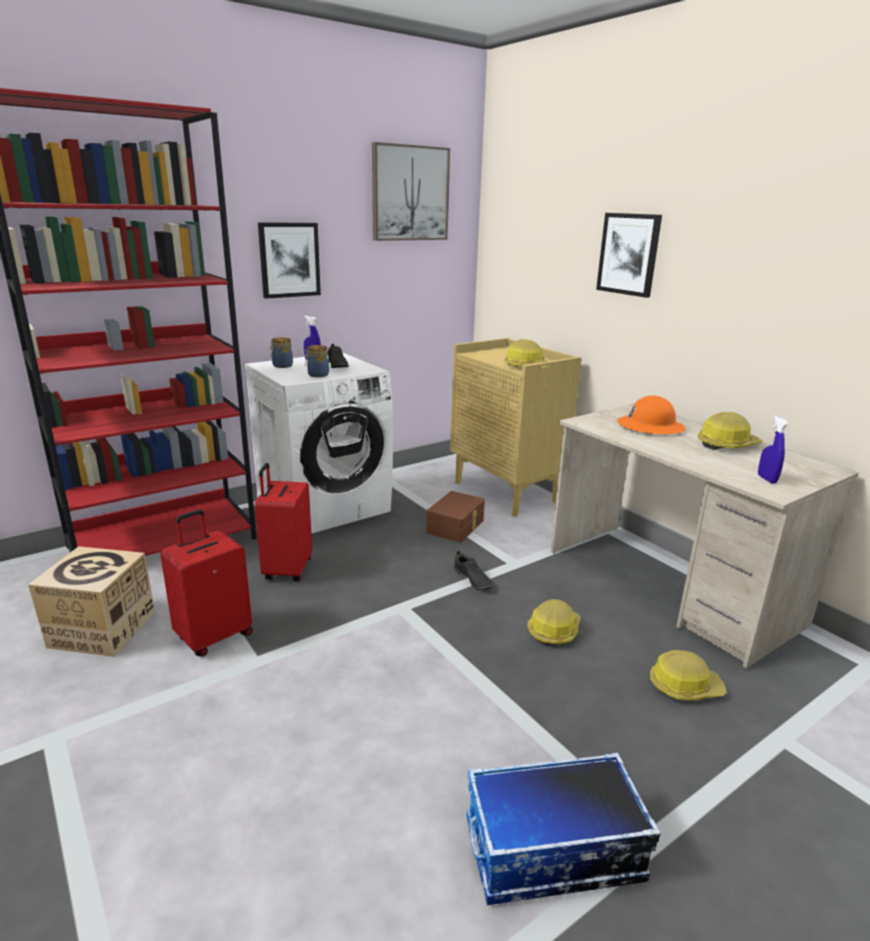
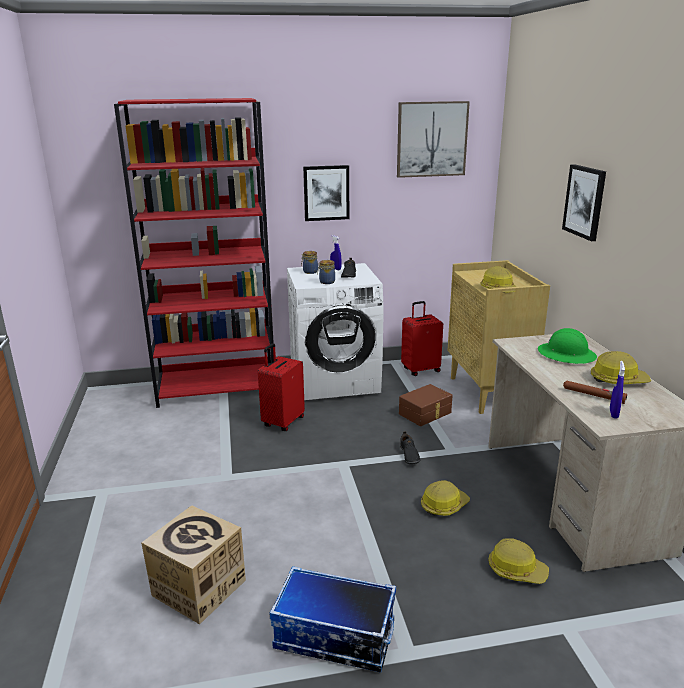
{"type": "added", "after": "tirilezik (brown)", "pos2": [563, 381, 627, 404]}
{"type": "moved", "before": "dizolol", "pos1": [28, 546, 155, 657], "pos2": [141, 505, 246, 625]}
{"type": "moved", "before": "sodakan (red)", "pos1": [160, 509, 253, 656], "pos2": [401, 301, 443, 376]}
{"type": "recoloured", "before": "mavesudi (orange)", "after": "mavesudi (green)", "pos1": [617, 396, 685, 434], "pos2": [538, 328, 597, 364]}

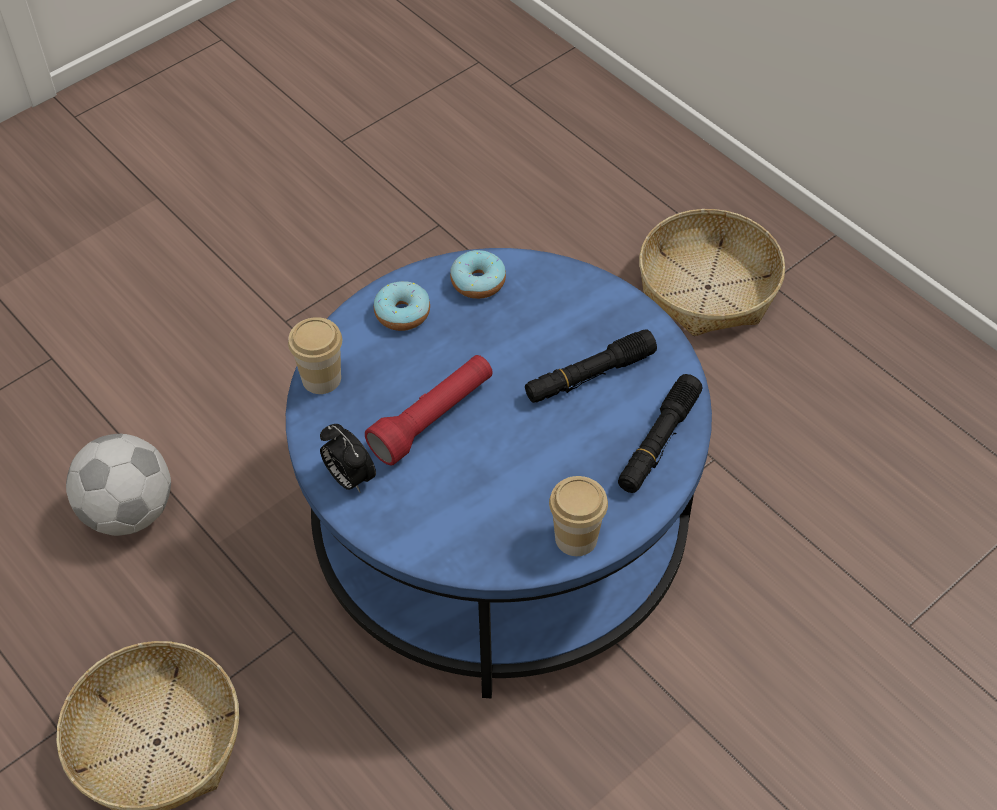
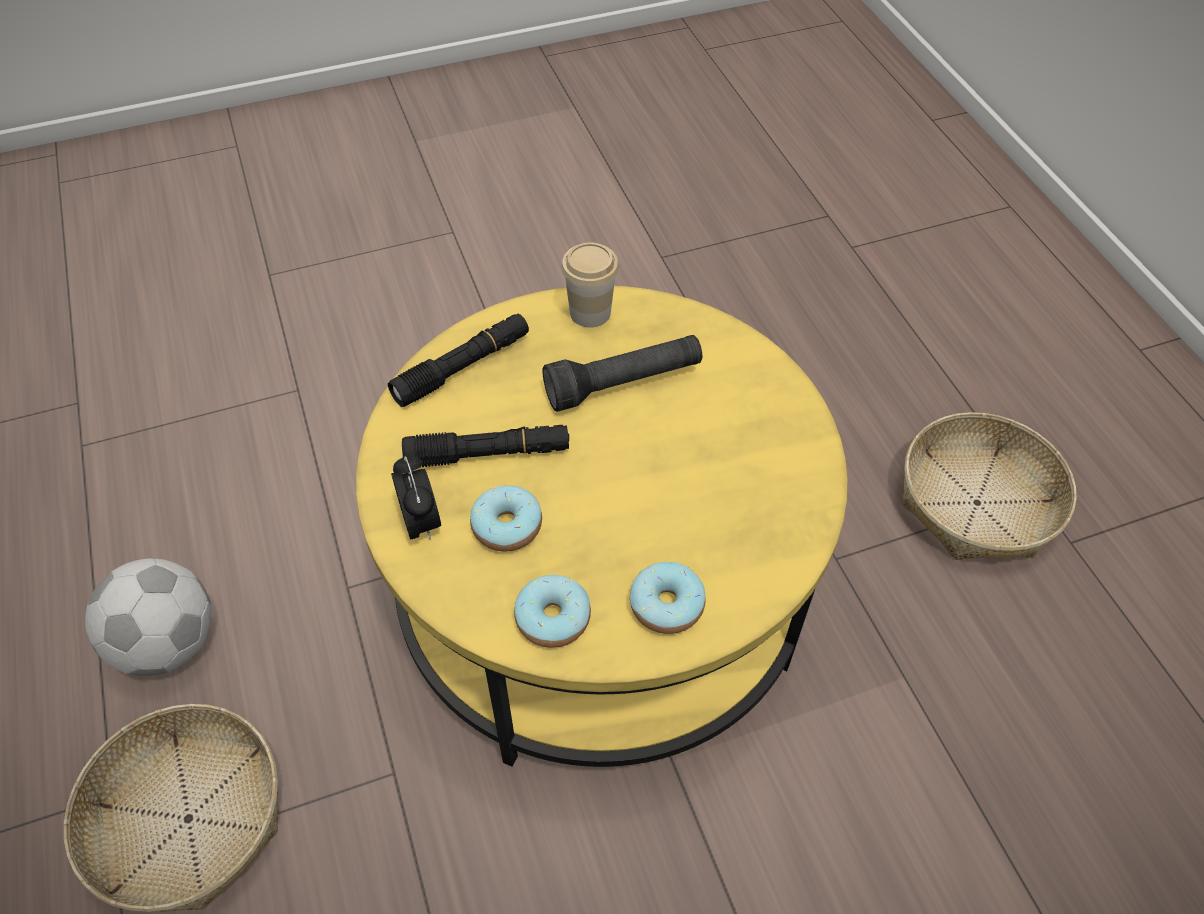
{"type": "removed", "before": "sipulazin", "pos1": [288, 317, 342, 394]}
{"type": "removed", "before": "tirilezik (red)", "pos1": [365, 355, 493, 466]}
{"type": "added", "after": "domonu", "pos2": [470, 485, 542, 551]}
{"type": "added", "after": "tirilezik (black)", "pos2": [542, 335, 702, 412]}
{"type": "moved", "before": "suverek", "pos1": [66, 434, 171, 536], "pos2": [85, 558, 212, 676]}
{"type": "moved", "before": "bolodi", "pos1": [320, 424, 376, 493], "pos2": [391, 456, 441, 540]}
{"type": "recoloured", "before": "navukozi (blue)", "after": "navukozi (yellow)", "pos1": [286, 248, 712, 698], "pos2": [356, 286, 848, 767]}

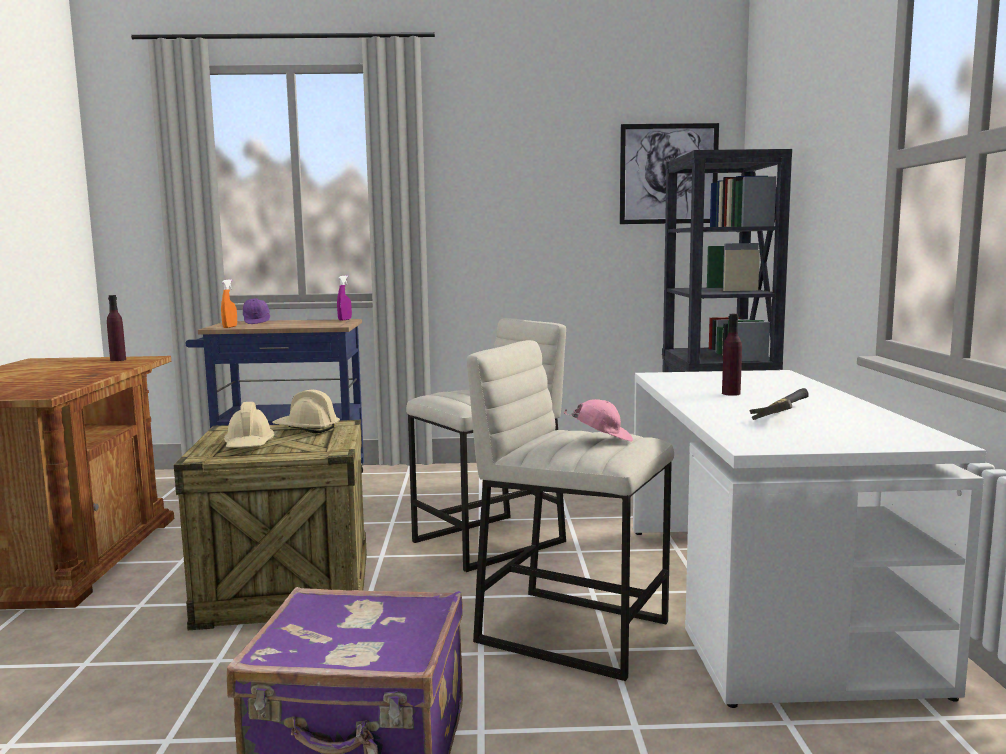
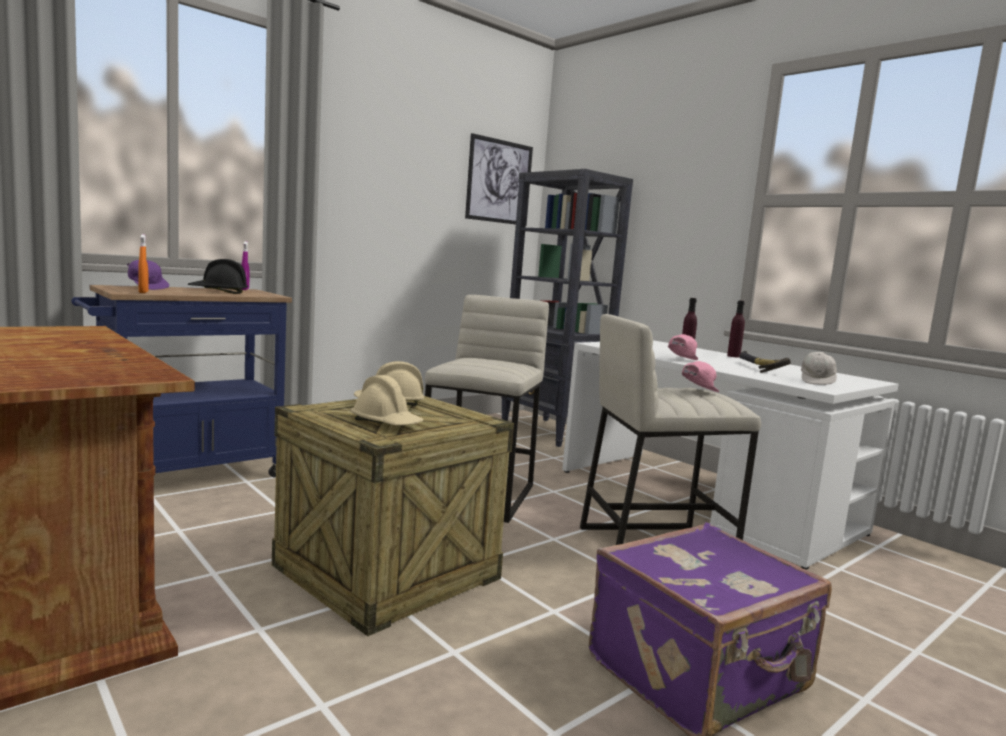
{"type": "added", "after": "mavesudi (black)", "pos2": [188, 259, 248, 294]}
{"type": "added", "after": "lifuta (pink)", "pos2": [668, 334, 698, 360]}
{"type": "added", "after": "lifuta (white)", "pos2": [801, 352, 837, 385]}
{"type": "moved", "before": "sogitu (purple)", "pos1": [107, 295, 126, 361], "pos2": [727, 300, 745, 358]}

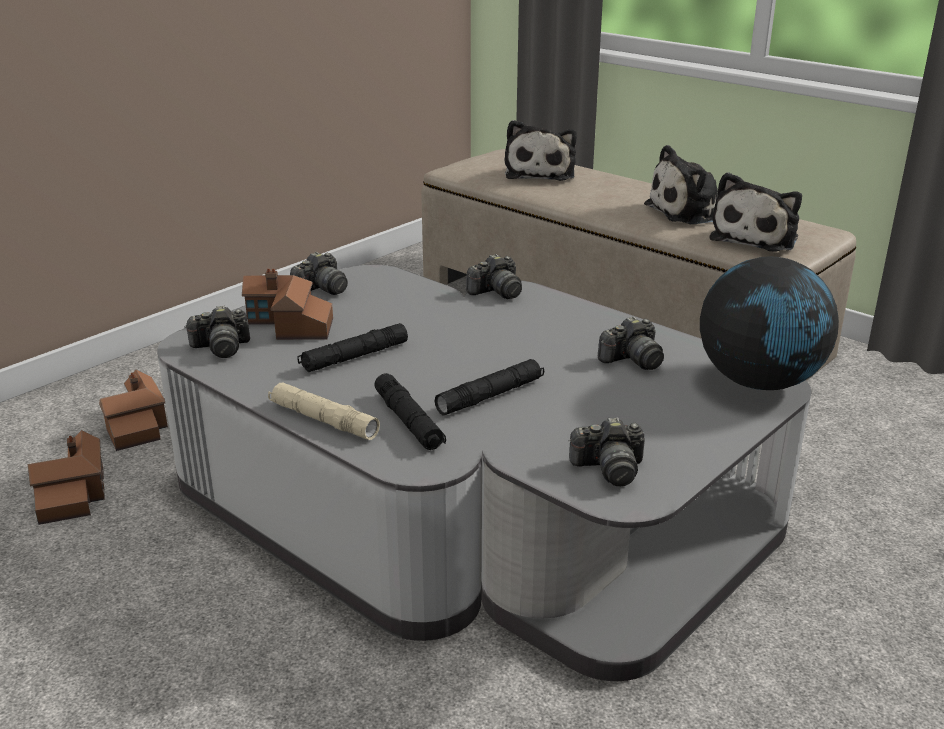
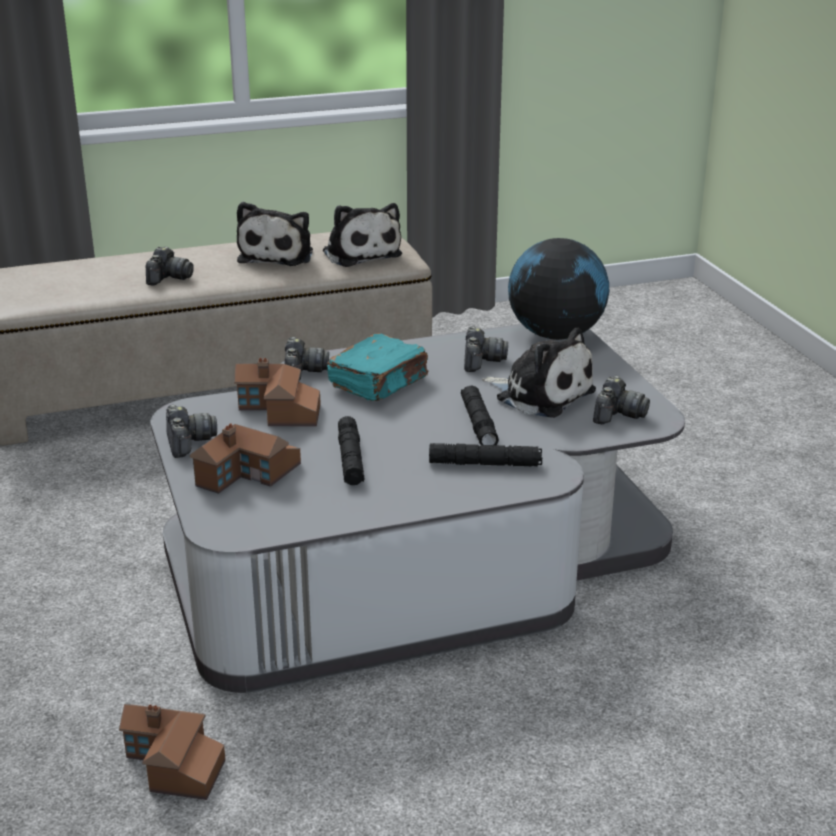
{"type": "removed", "before": "tirilezik (beige)", "pos1": [268, 382, 380, 440]}
{"type": "added", "after": "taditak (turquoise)", "pos2": [327, 333, 429, 401]}
{"type": "moved", "before": "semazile", "pos1": [99, 370, 168, 451], "pos2": [234, 358, 321, 427]}
{"type": "moved", "before": "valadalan", "pos1": [184, 305, 250, 358], "pos2": [146, 247, 194, 285]}
{"type": "moved", "before": "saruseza", "pos1": [504, 120, 577, 181], "pos2": [482, 328, 596, 418]}

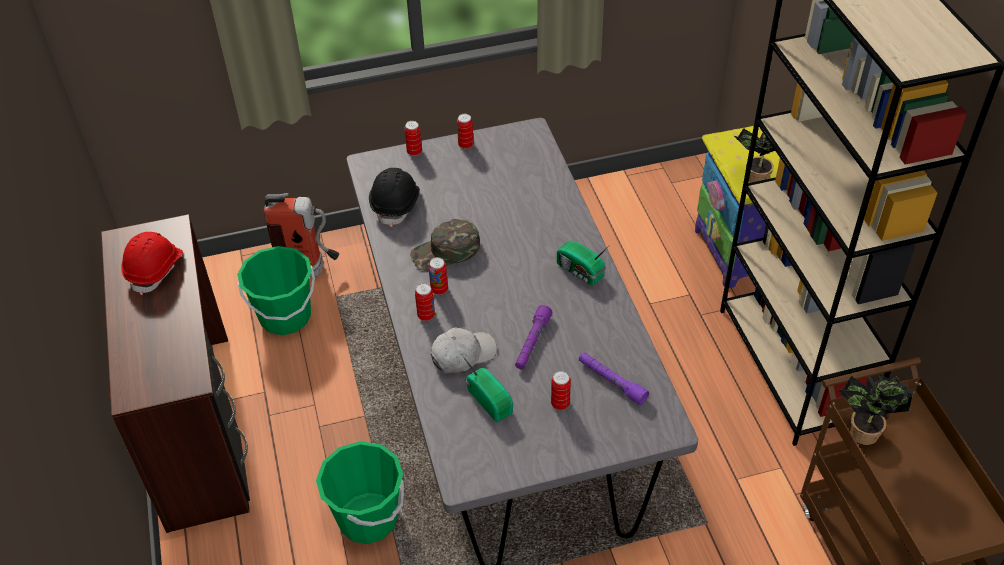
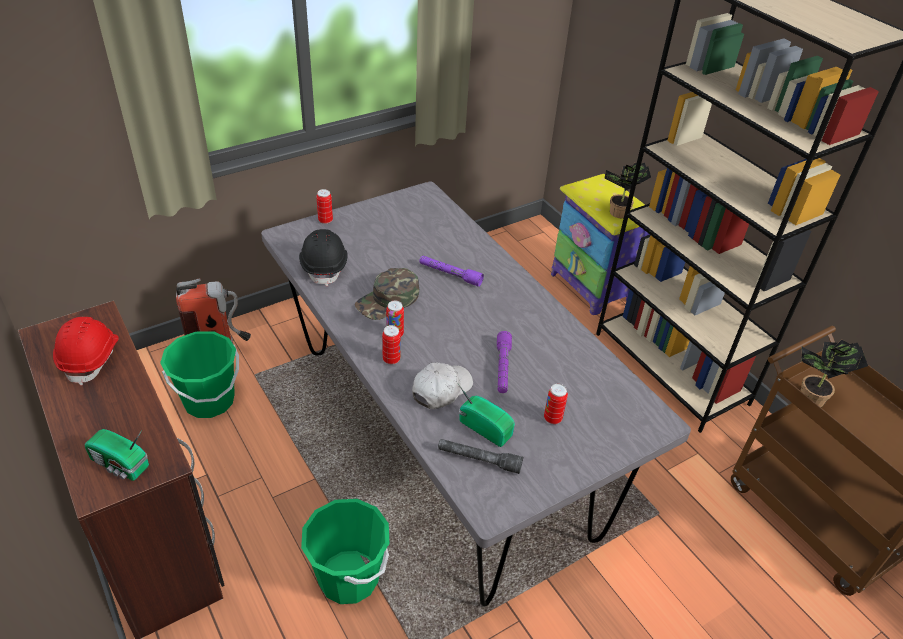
{"type": "removed", "before": "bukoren", "pos1": [457, 114, 474, 149]}
{"type": "added", "after": "tirilezik (grey)", "pos2": [438, 439, 523, 474]}
{"type": "moved", "before": "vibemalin", "pos1": [557, 241, 610, 286], "pos2": [85, 429, 149, 481]}
{"type": "moved", "before": "tirilezik (purple)", "pos1": [579, 352, 649, 405], "pos2": [419, 256, 484, 287]}

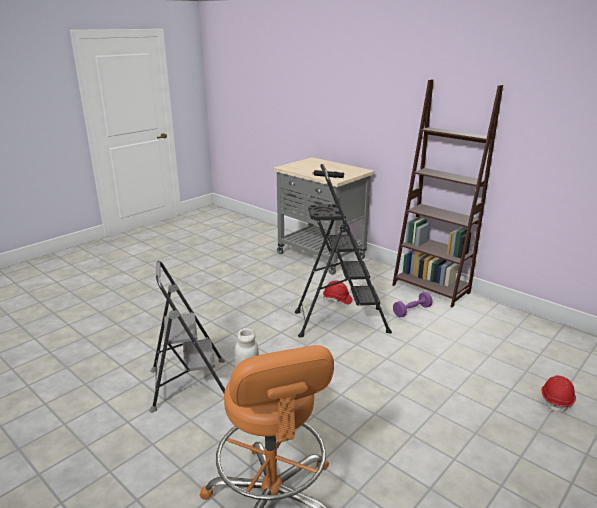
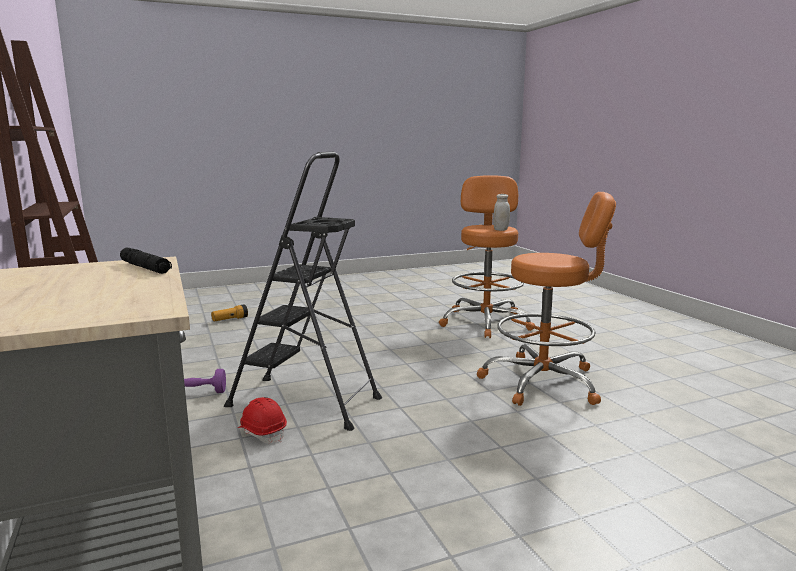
{"type": "replaced", "before": "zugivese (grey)", "after": "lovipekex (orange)", "pos1": [149, 261, 225, 413], "pos2": [477, 192, 616, 406]}
{"type": "replaced", "before": "mavesudi (red)", "after": "tirilezik", "pos1": [542, 375, 576, 413], "pos2": [211, 304, 248, 322]}

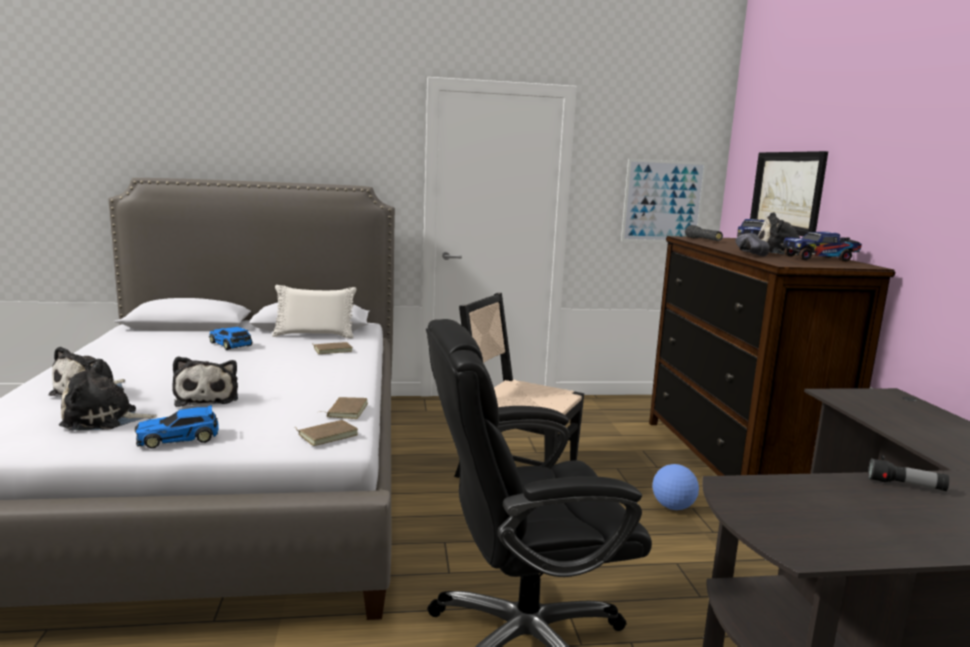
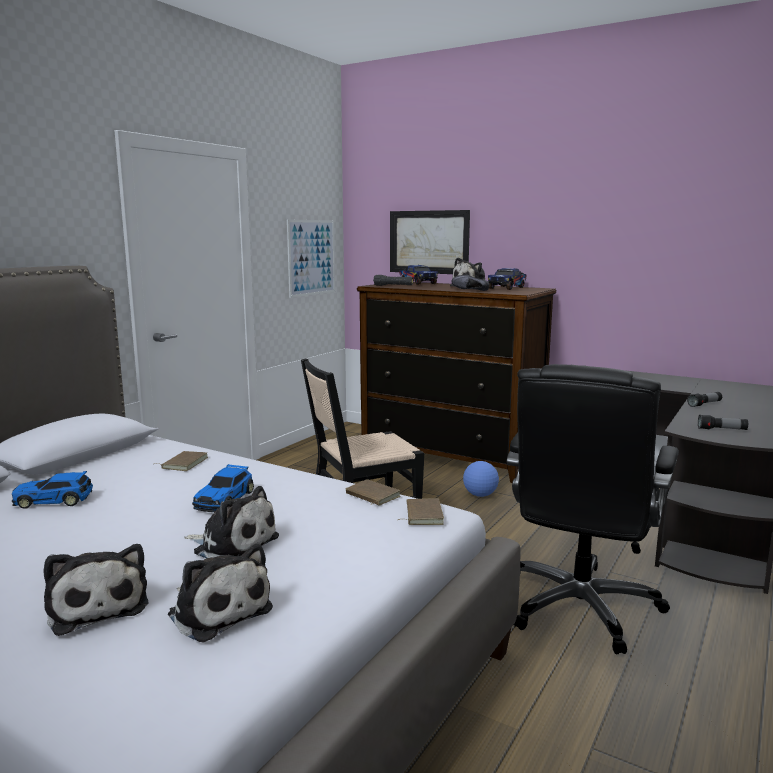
{"type": "removed", "before": "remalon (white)", "pos1": [272, 285, 356, 339]}
{"type": "added", "after": "tirilezik", "pos2": [698, 415, 748, 430]}
{"type": "moved", "before": "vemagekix", "pos1": [135, 405, 219, 449], "pos2": [192, 464, 254, 512]}
{"type": "turned", "before": "saruseza", "pos1": [59, 362, 157, 430], "pos2": [168, 544, 273, 643], "turn": -75}

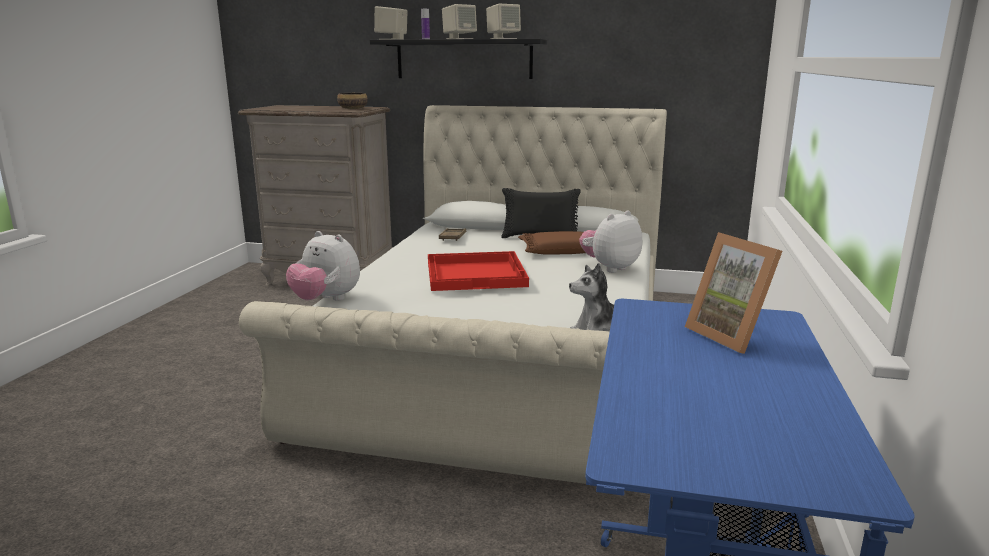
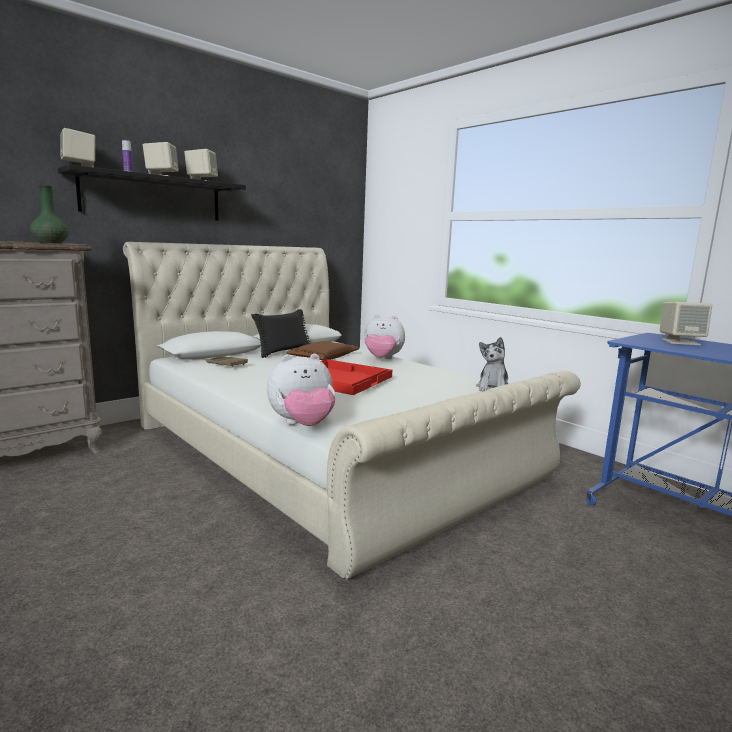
{"type": "replaced", "before": "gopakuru", "after": "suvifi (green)", "pos1": [337, 93, 368, 109], "pos2": [30, 185, 70, 243]}
{"type": "replaced", "before": "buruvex", "after": "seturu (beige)", "pos1": [685, 232, 782, 354], "pos2": [660, 302, 712, 345]}
{"type": "turned", "before": "saruseza", "pos1": [579, 210, 642, 273], "pos2": [364, 315, 405, 359], "turn": -75}

